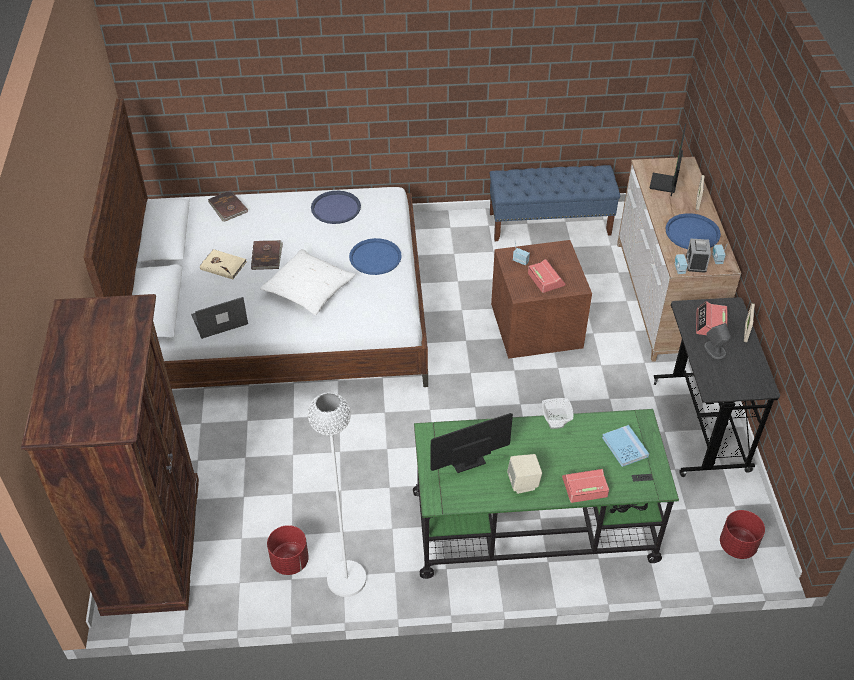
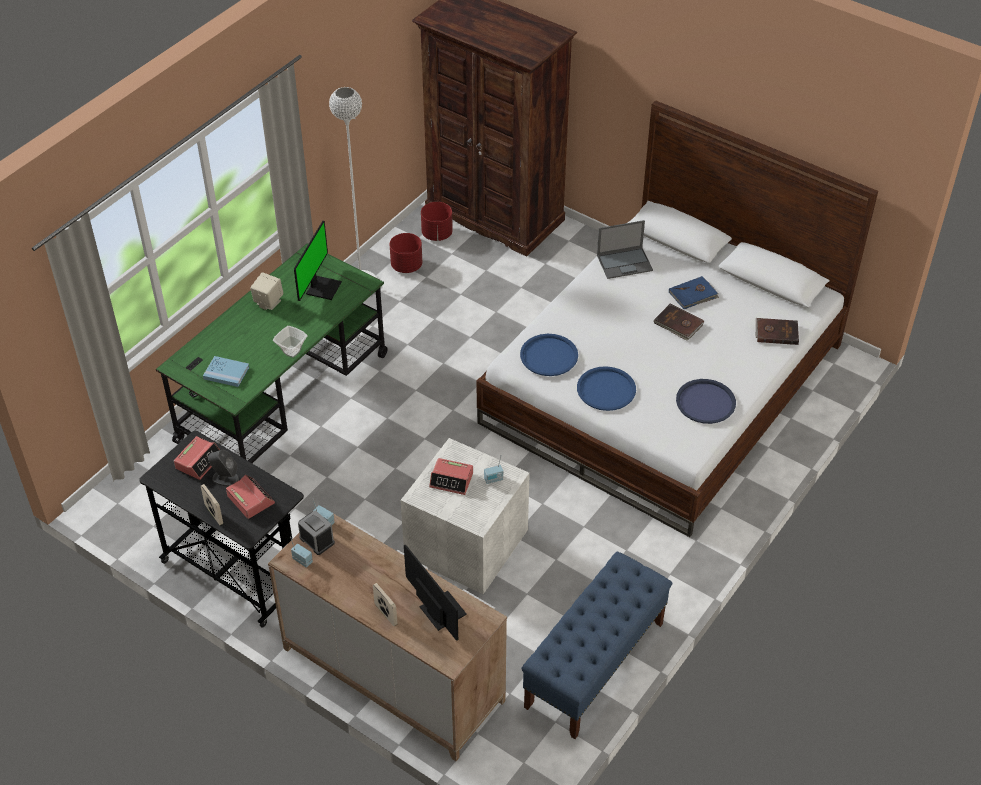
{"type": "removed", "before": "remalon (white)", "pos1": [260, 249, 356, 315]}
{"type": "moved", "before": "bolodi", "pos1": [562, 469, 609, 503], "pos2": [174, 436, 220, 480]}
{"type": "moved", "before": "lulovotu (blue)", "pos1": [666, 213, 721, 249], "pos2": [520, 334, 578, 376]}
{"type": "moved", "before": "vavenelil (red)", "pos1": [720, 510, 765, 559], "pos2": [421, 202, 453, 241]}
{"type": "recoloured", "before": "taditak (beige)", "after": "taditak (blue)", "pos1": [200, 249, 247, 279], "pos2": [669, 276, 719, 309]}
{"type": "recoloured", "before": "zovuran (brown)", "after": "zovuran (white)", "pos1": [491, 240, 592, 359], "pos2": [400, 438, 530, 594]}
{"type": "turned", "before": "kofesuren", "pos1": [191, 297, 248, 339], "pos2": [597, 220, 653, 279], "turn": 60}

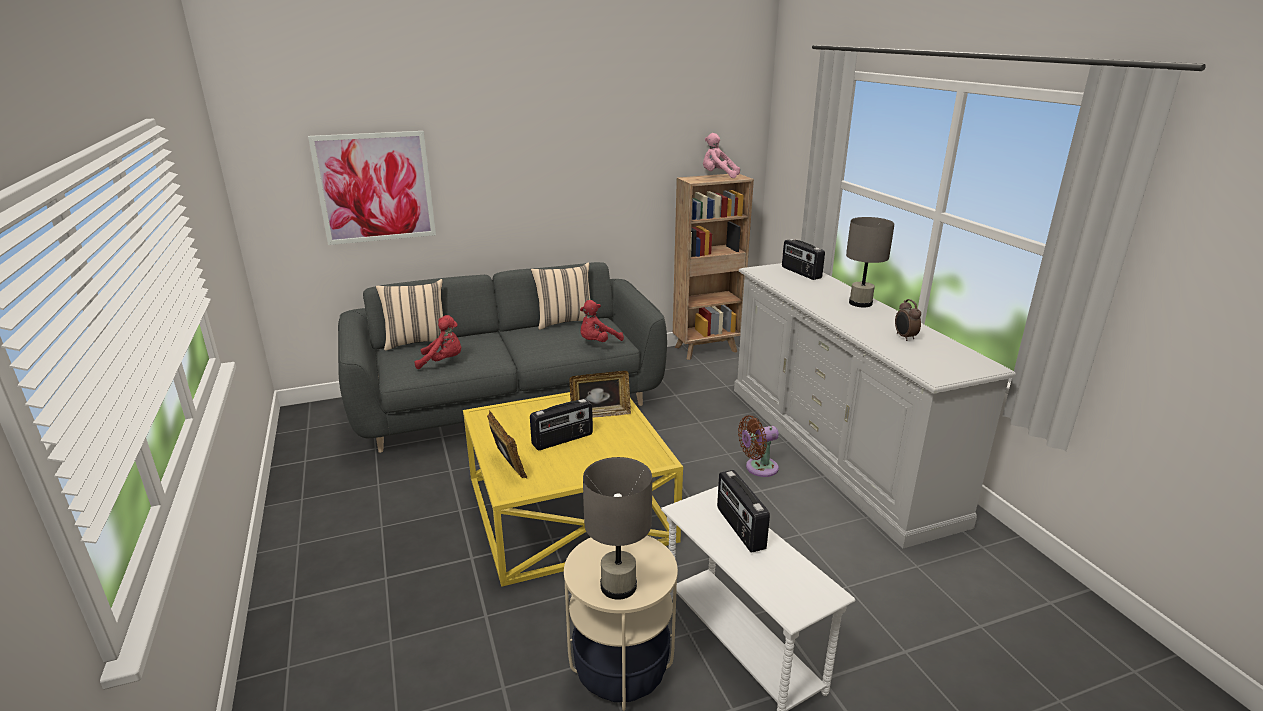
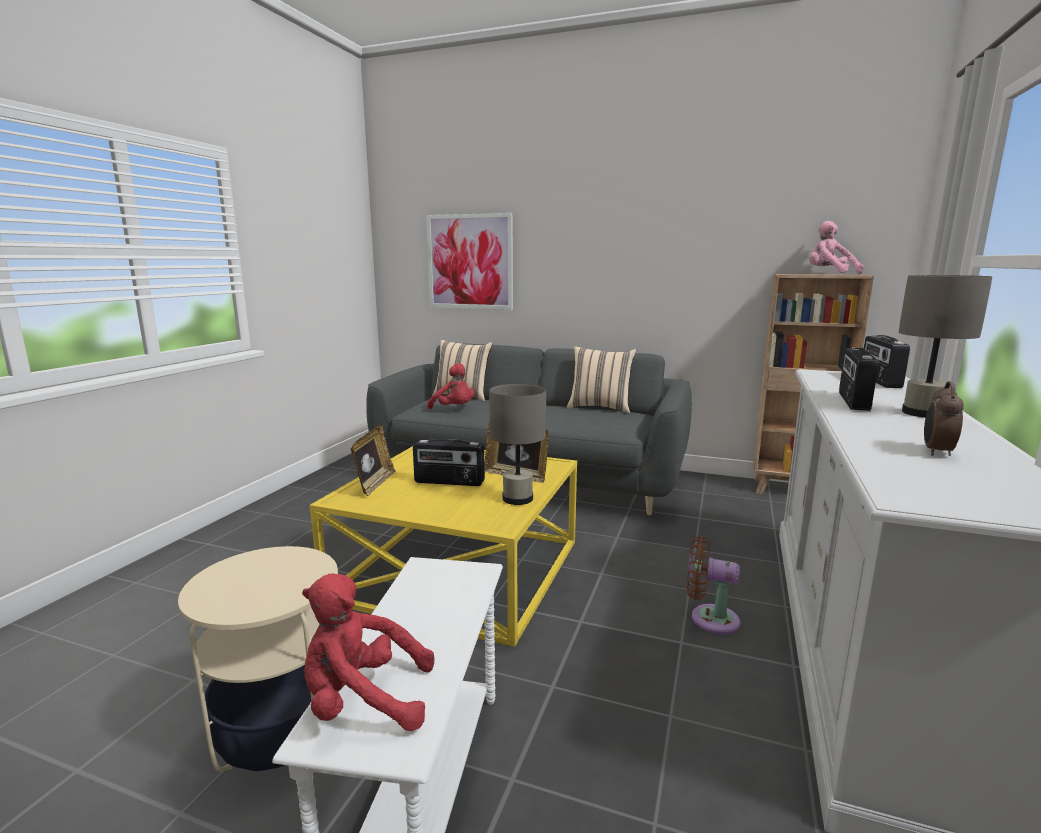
{"type": "moved", "before": "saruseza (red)", "pos1": [580, 300, 624, 342], "pos2": [302, 573, 434, 731]}
{"type": "moved", "before": "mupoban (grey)", "pos1": [583, 457, 652, 600], "pos2": [489, 384, 546, 505]}
{"type": "moved", "before": "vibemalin", "pos1": [717, 470, 770, 553], "pos2": [839, 347, 879, 411]}

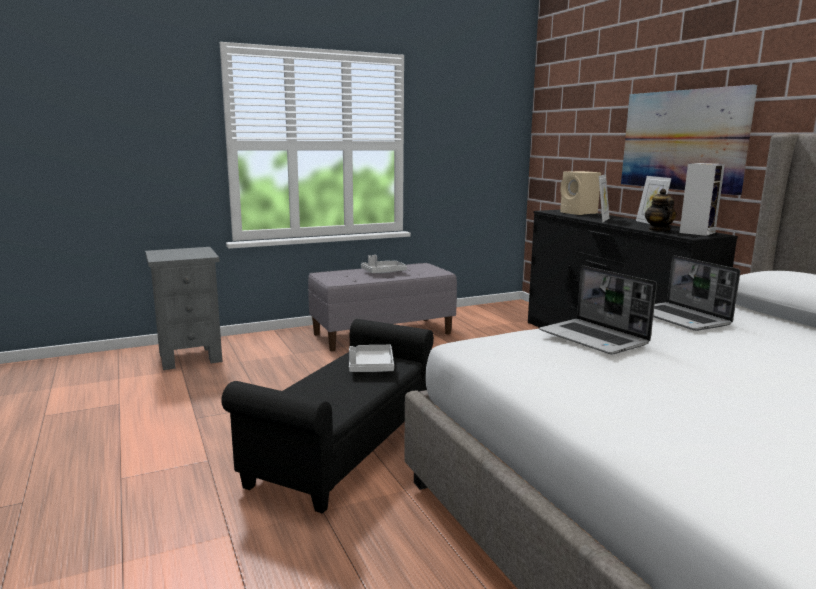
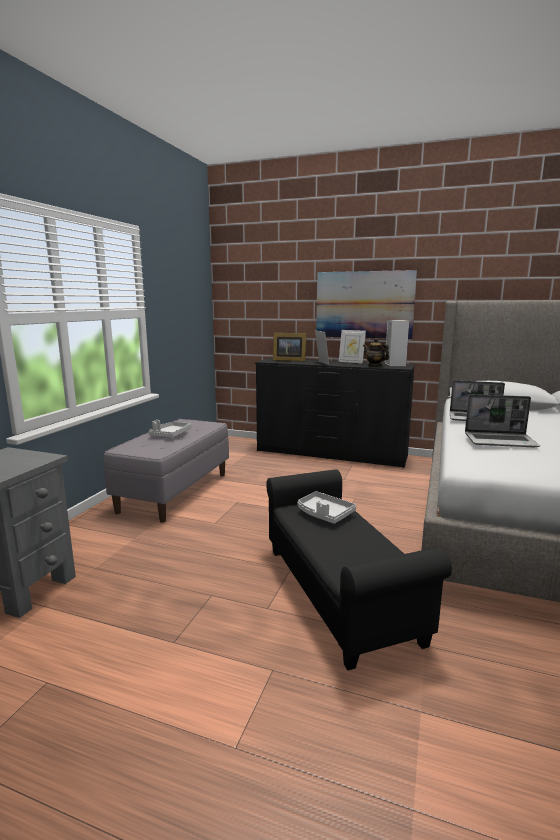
{"type": "replaced", "before": "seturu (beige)", "after": "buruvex", "pos1": [560, 171, 601, 215], "pos2": [273, 333, 306, 361]}

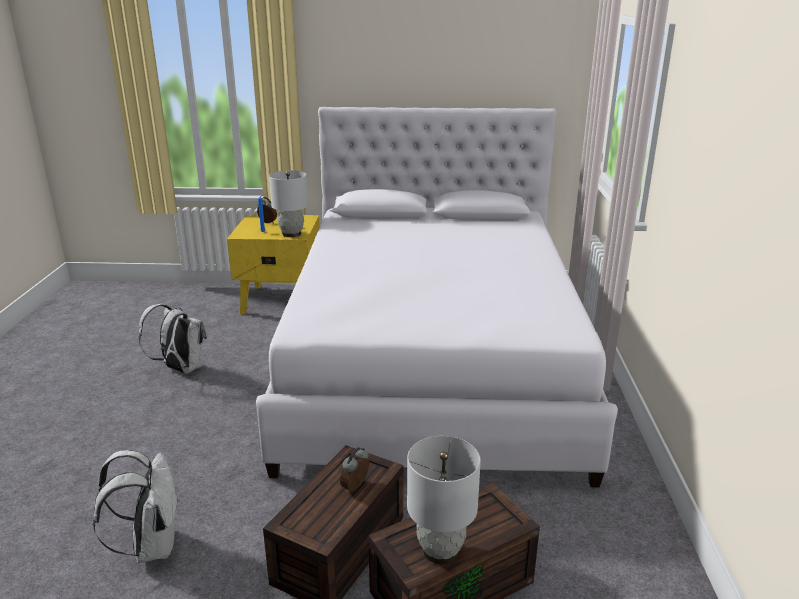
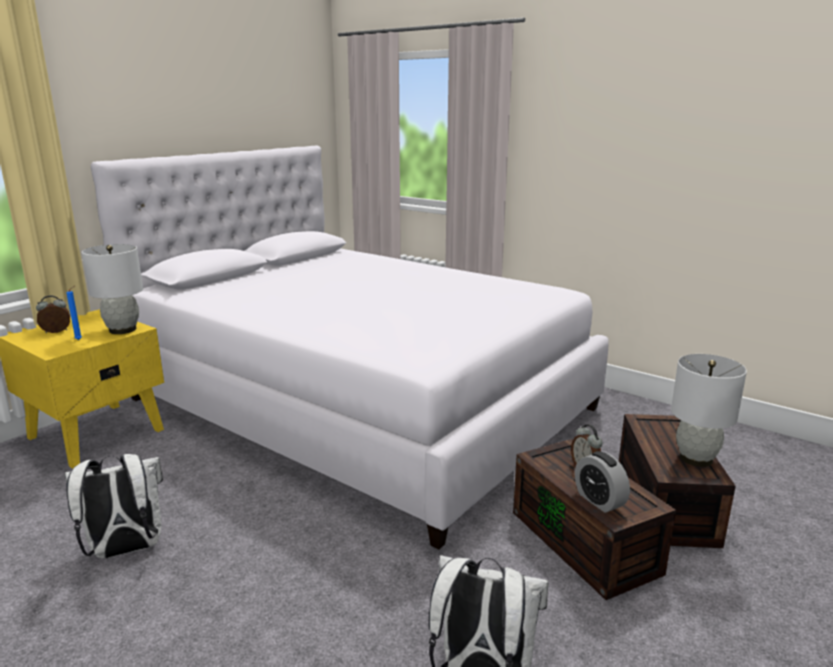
{"type": "added", "after": "bolodi", "pos2": [575, 451, 630, 513]}

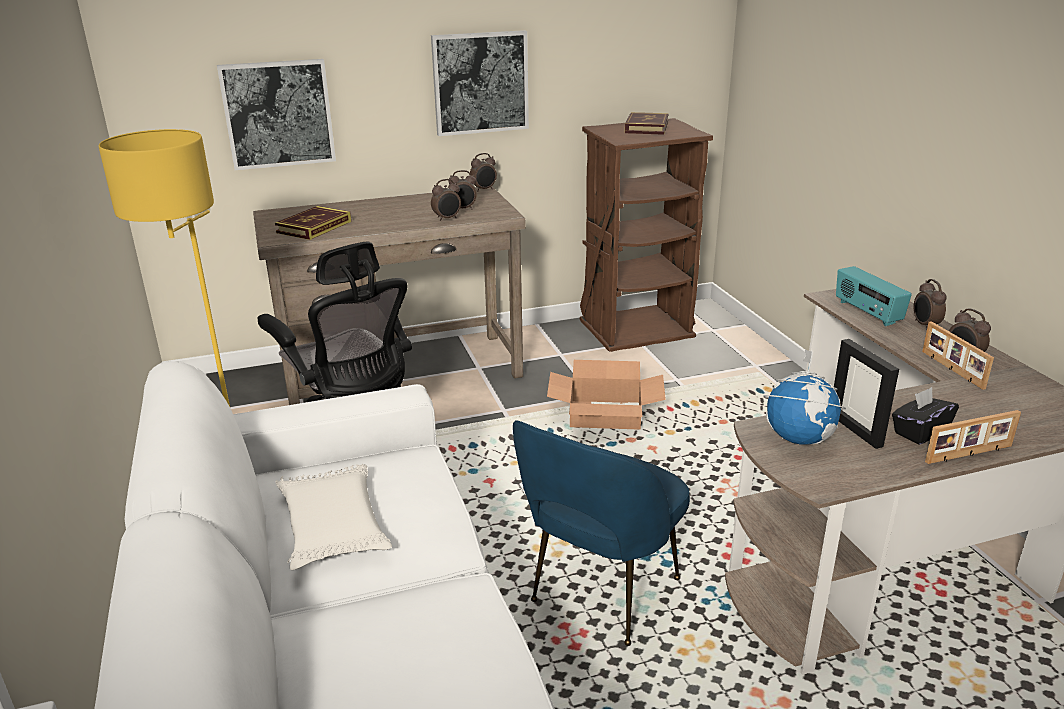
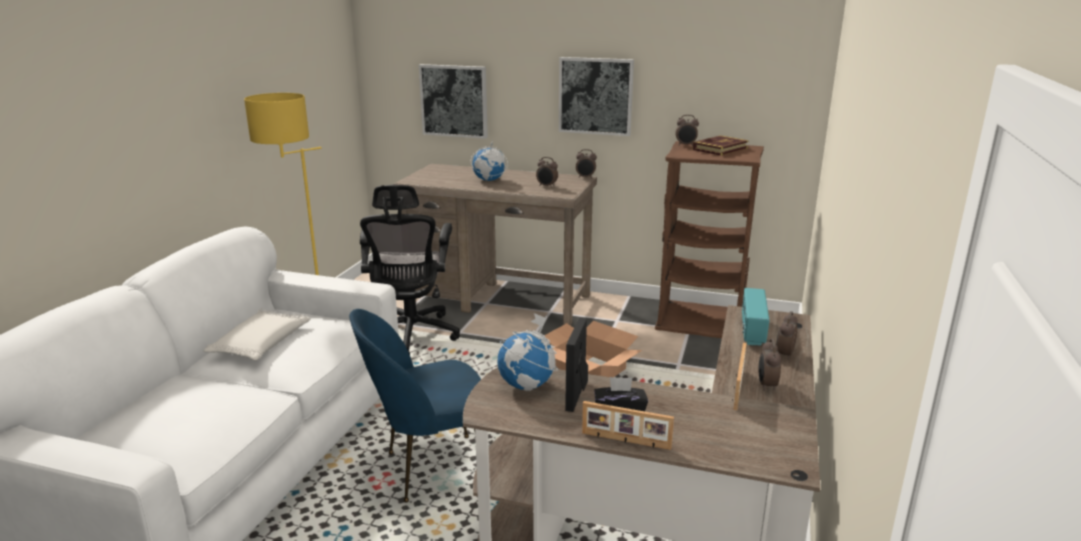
{"type": "removed", "before": "taditak", "pos1": [275, 206, 351, 240]}
{"type": "added", "after": "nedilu", "pos2": [471, 141, 508, 181]}
{"type": "moved", "before": "bolodi", "pos1": [431, 179, 461, 221], "pos2": [676, 115, 699, 146]}

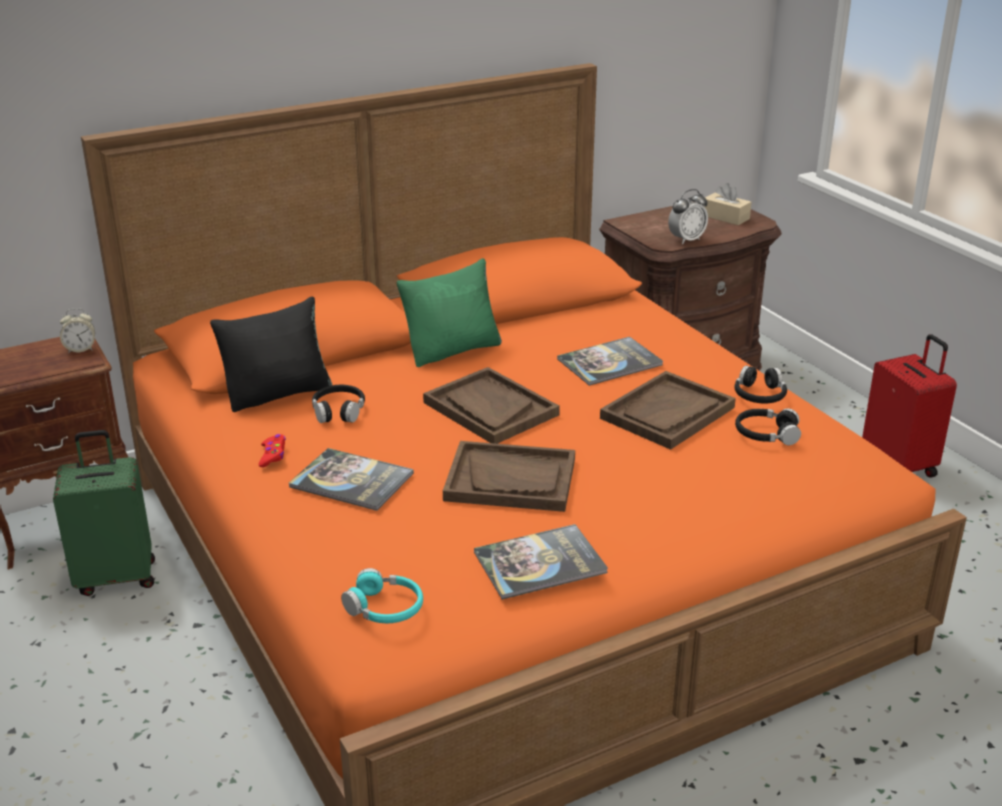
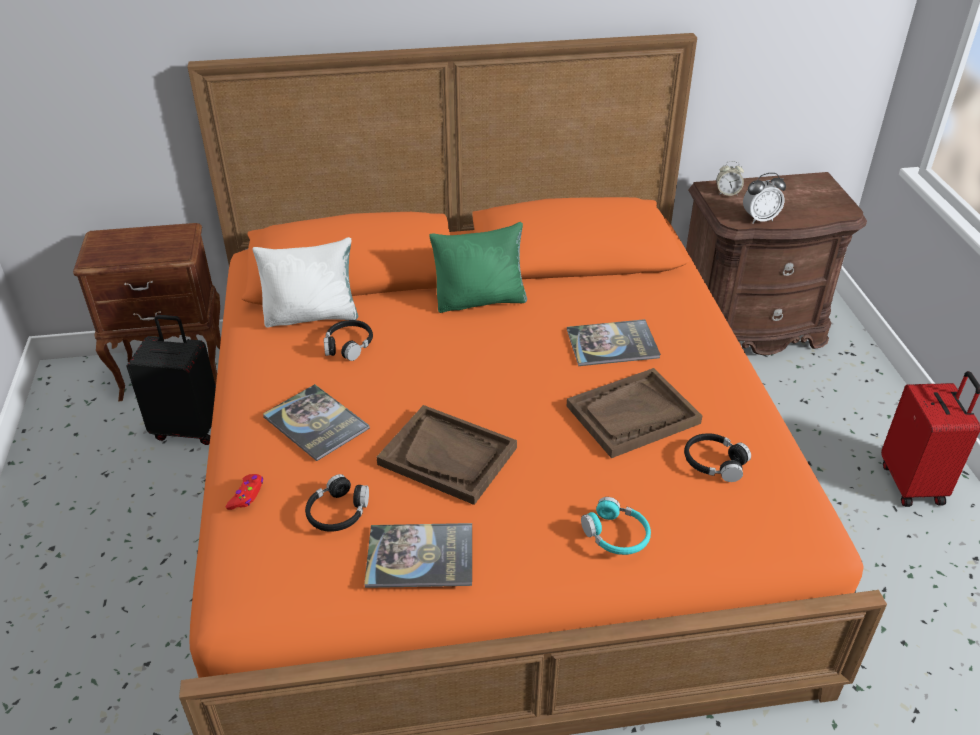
{"type": "removed", "before": "lulovotu (brown)", "pos1": [423, 367, 560, 444]}
{"type": "removed", "before": "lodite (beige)", "pos1": [704, 183, 752, 225]}
{"type": "moved", "before": "bolodi", "pos1": [60, 308, 95, 354], "pos2": [716, 161, 744, 196]}
{"type": "moved", "before": "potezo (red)", "pos1": [259, 434, 286, 467], "pos2": [226, 474, 263, 510]}
{"type": "moved", "before": "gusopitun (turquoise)", "pos1": [341, 568, 423, 623], "pos2": [581, 497, 651, 555]}
{"type": "moved", "before": "gusopitun (black)", "pos1": [734, 365, 787, 404], "pos2": [305, 474, 369, 532]}
{"type": "recoloured", "before": "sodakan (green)", "after": "sodakan (black)", "pos1": [53, 430, 155, 596], "pos2": [127, 315, 216, 445]}
{"type": "recoloured", "before": "remalon (black)", "after": "remalon (white)", "pos1": [210, 297, 332, 412], "pos2": [252, 237, 358, 328]}

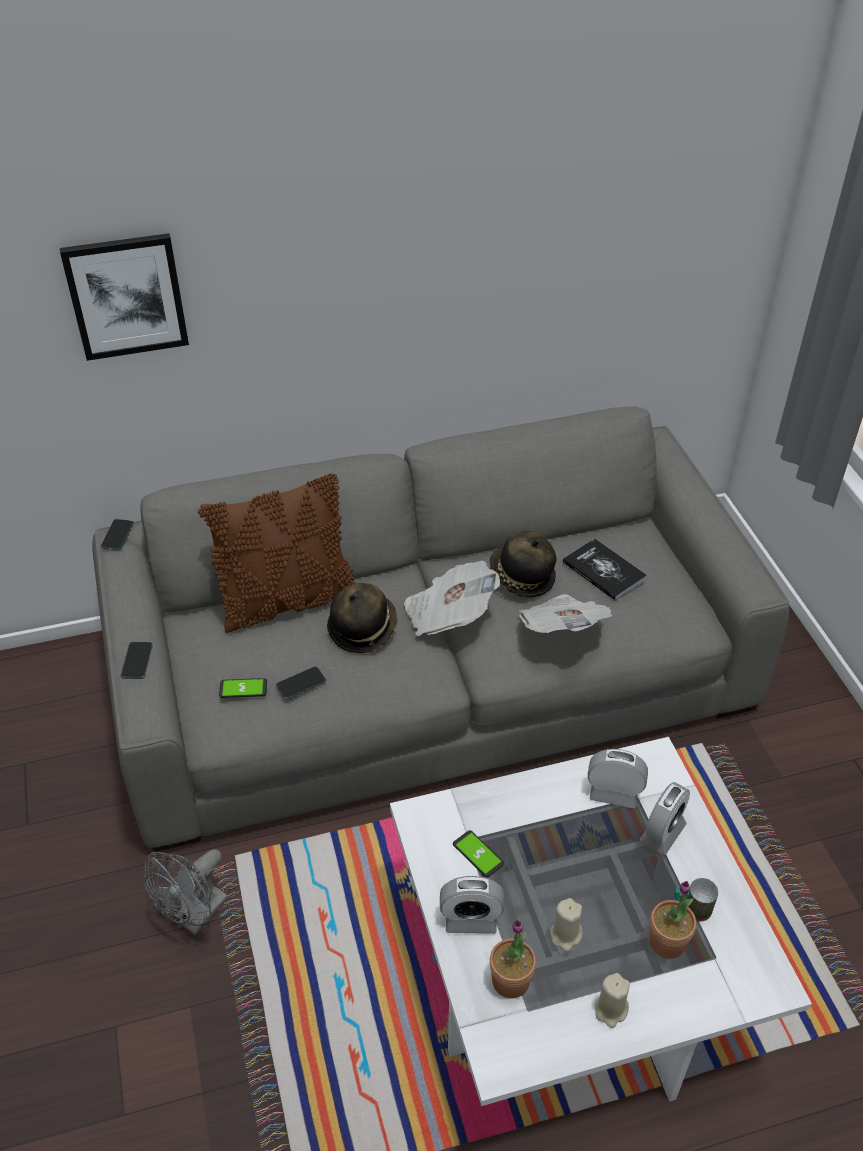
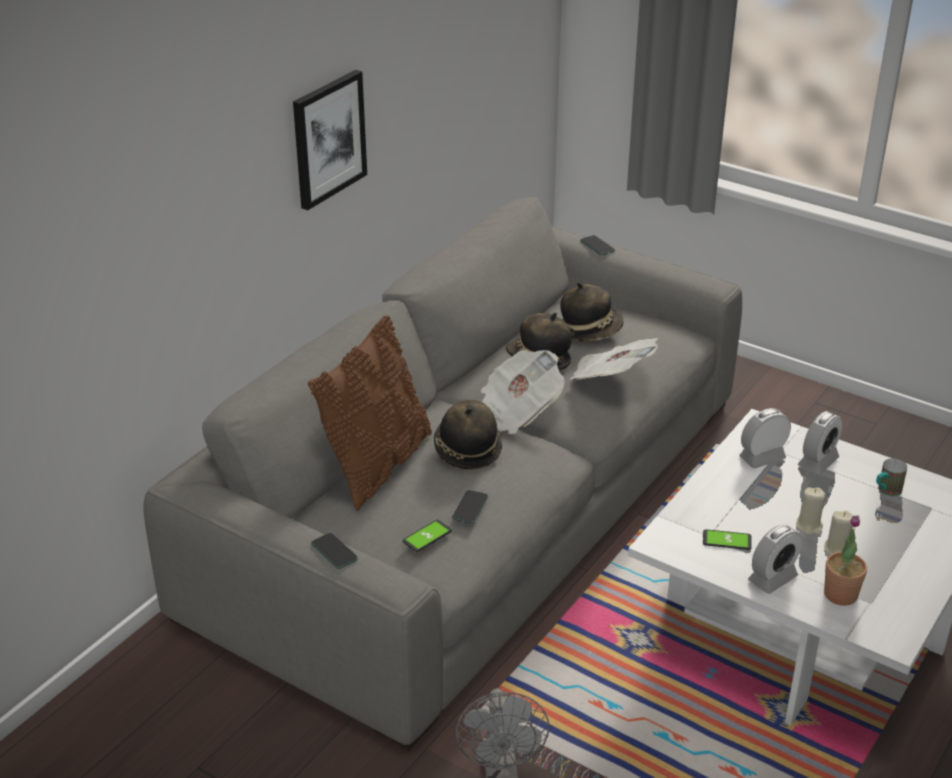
{"type": "removed", "before": "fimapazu", "pos1": [649, 881, 696, 958]}
{"type": "moved", "before": "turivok", "pos1": [60, 233, 189, 361], "pos2": [293, 70, 367, 210]}
{"type": "moved", "before": "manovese", "pos1": [101, 519, 134, 550], "pos2": [580, 235, 615, 256]}
{"type": "moved", "before": "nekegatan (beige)", "pos1": [594, 973, 630, 1028], "pos2": [796, 487, 825, 535]}
{"type": "replaced", "before": "taditak", "after": "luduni", "pos1": [563, 538, 647, 600], "pos2": [560, 282, 623, 341]}
{"type": "turned", "before": "bolodi", "pos1": [639, 782, 690, 855], "pos2": [798, 411, 842, 475], "turn": 45}

